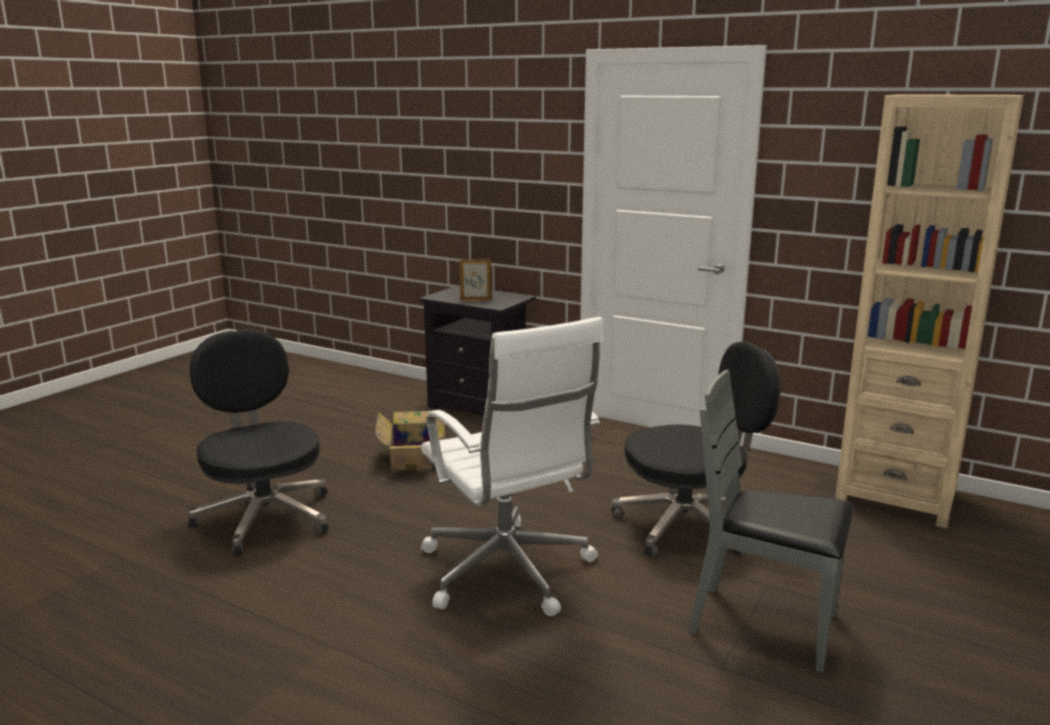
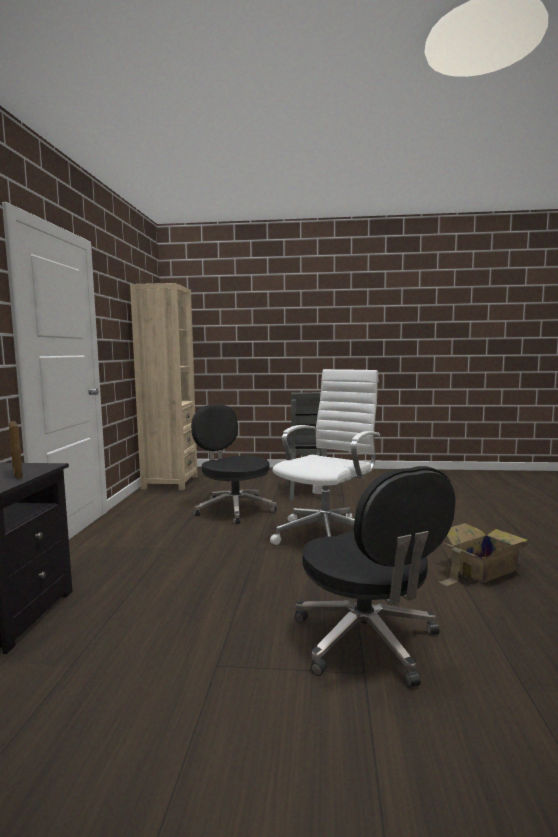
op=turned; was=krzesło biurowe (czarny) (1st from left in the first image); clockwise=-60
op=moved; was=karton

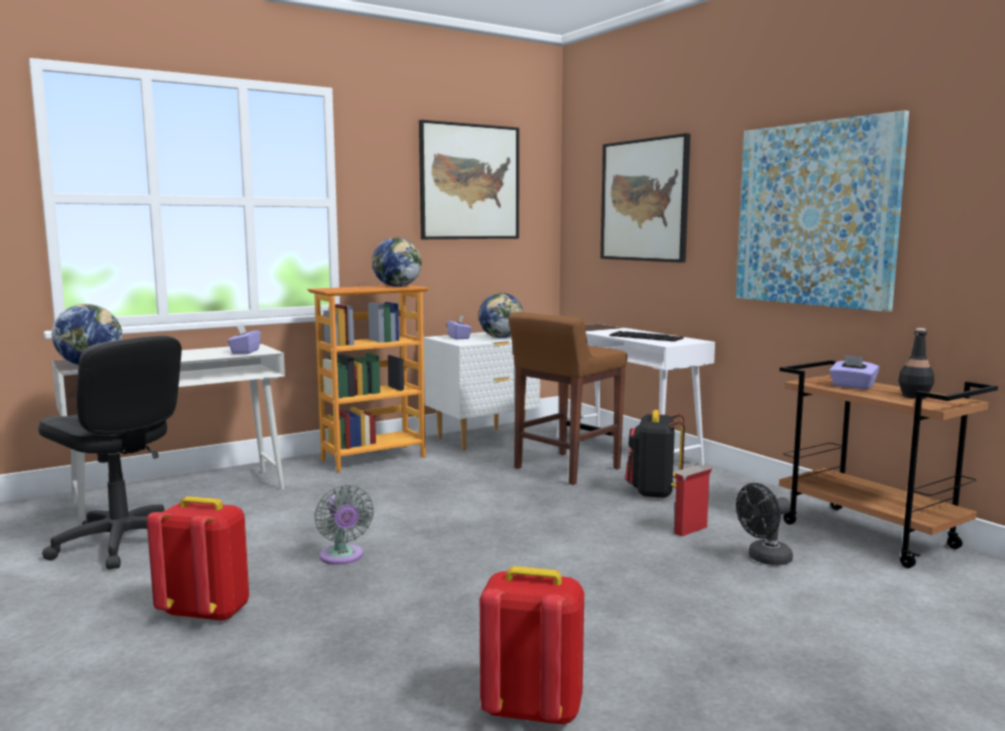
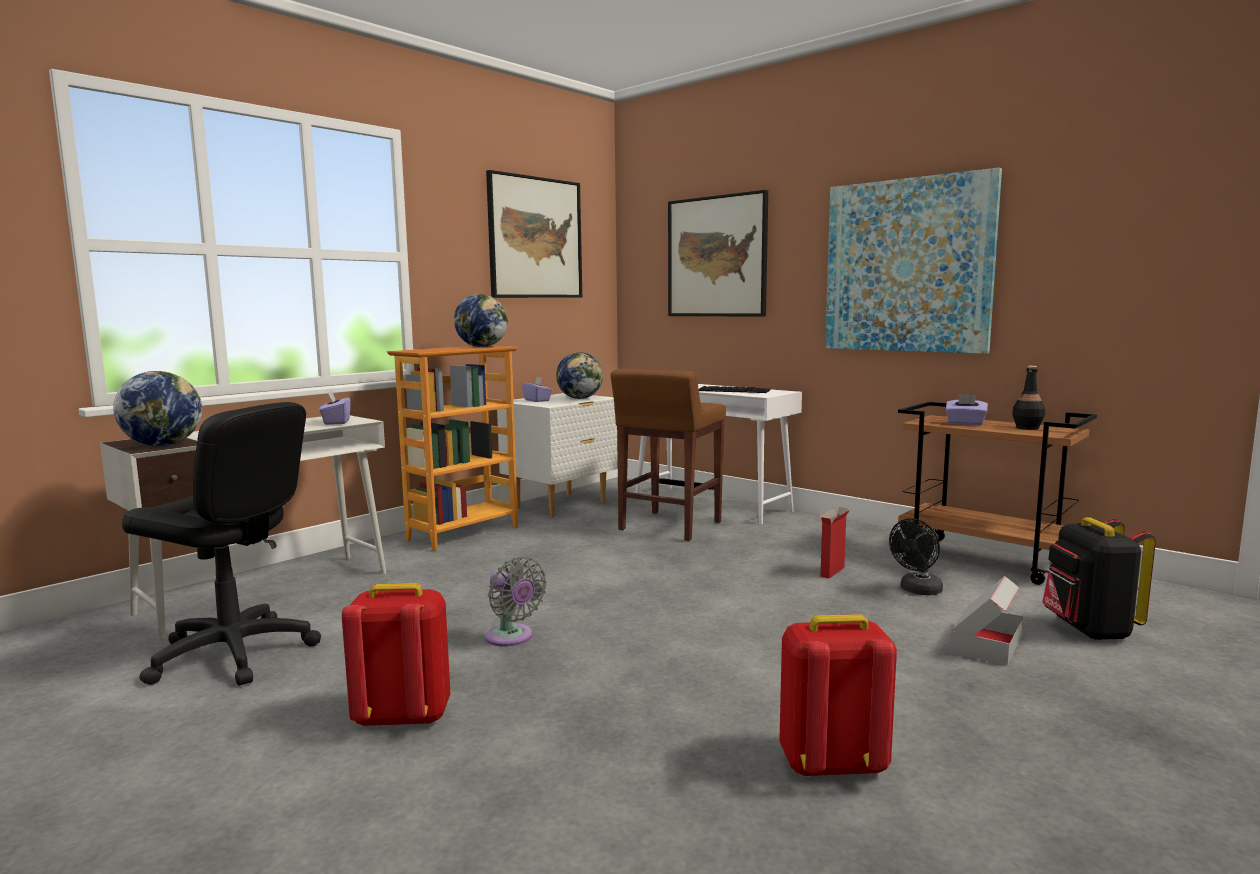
op=moved; was=plecak (czarny)
op=added; now=karton (2nd from left)

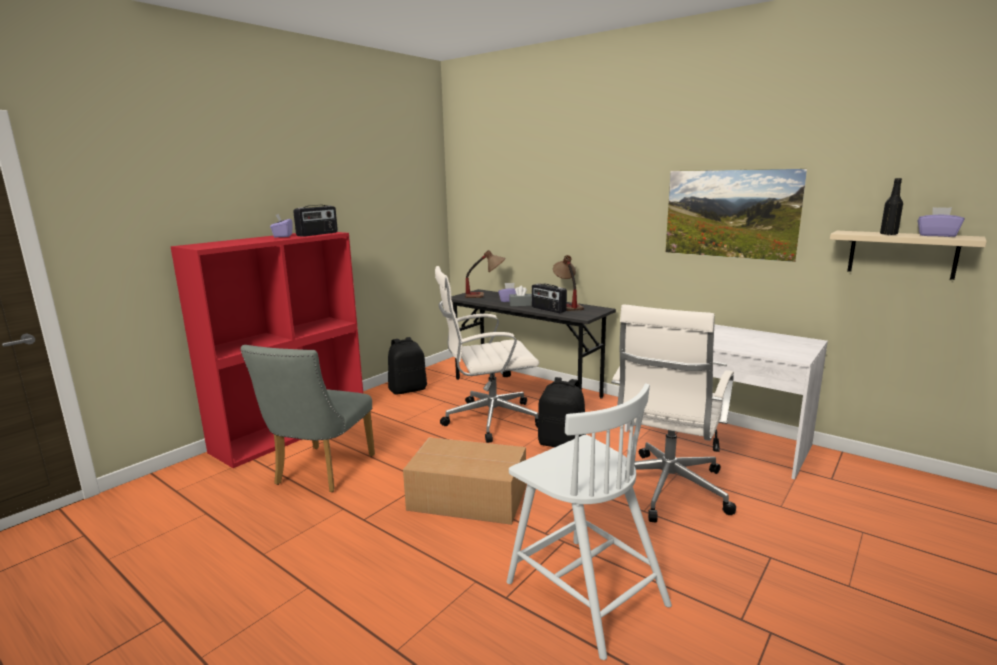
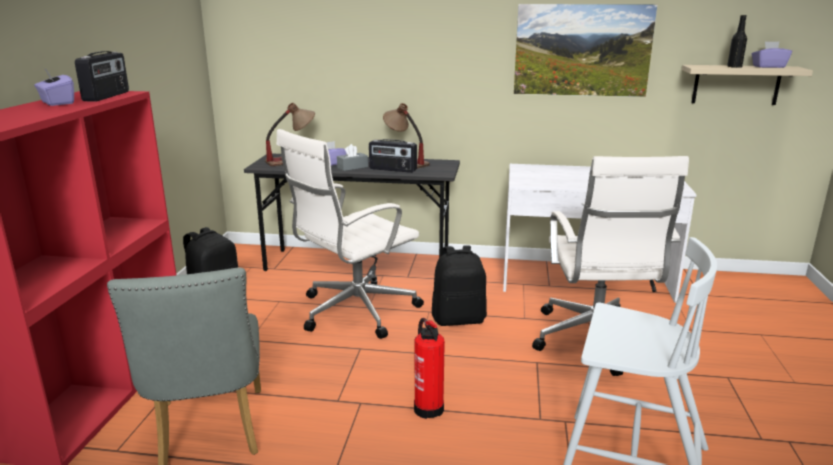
op=replaced; was=karton; now=gaśnica

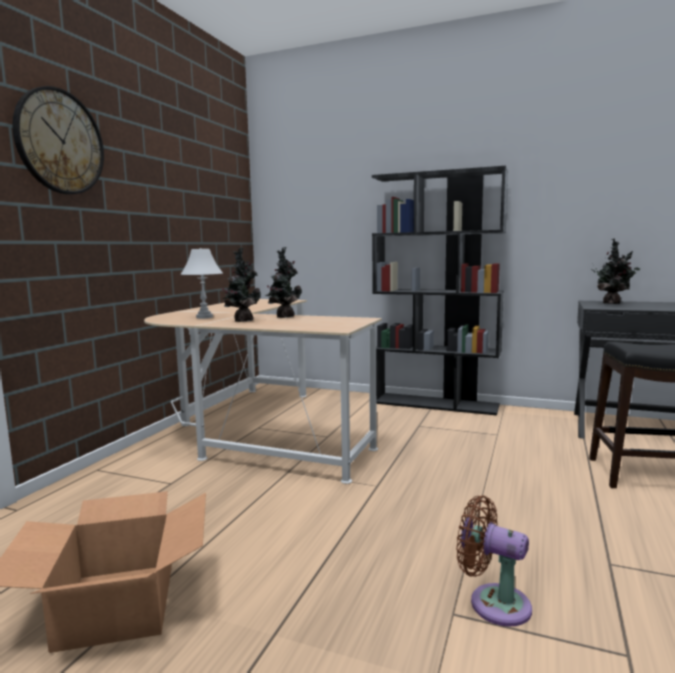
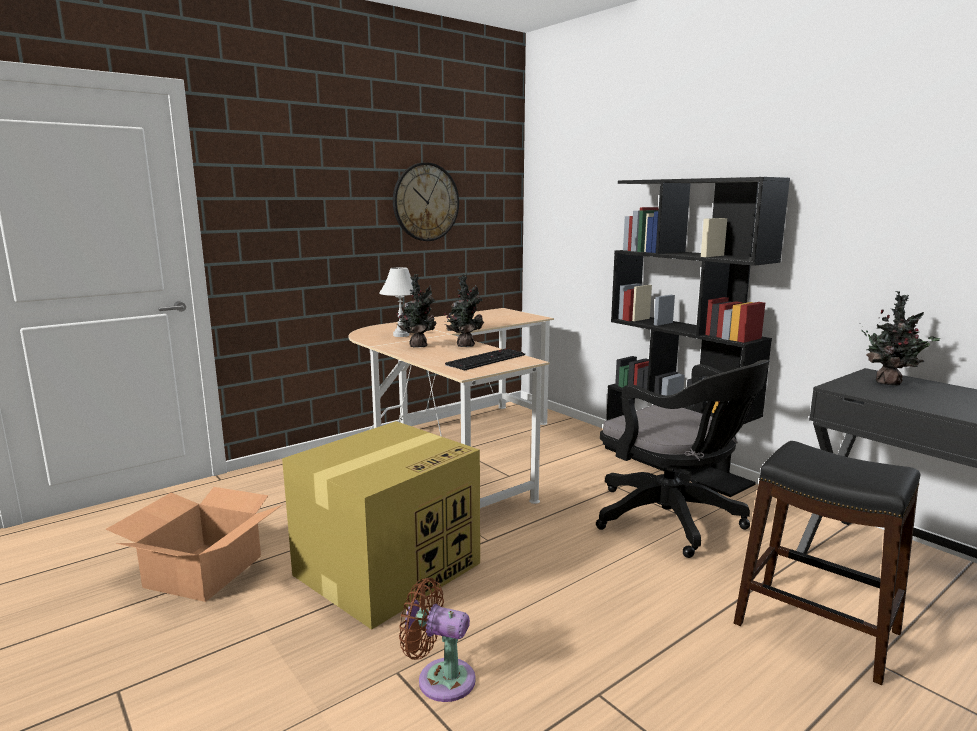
op=moved; was=zegar ścienny
op=turned; was=wentylator (brązowy); clockwise=-45
op=added; now=karton (2nd from left)
op=added; now=klawiatura
op=added; now=krzesło biurowe (czarny)

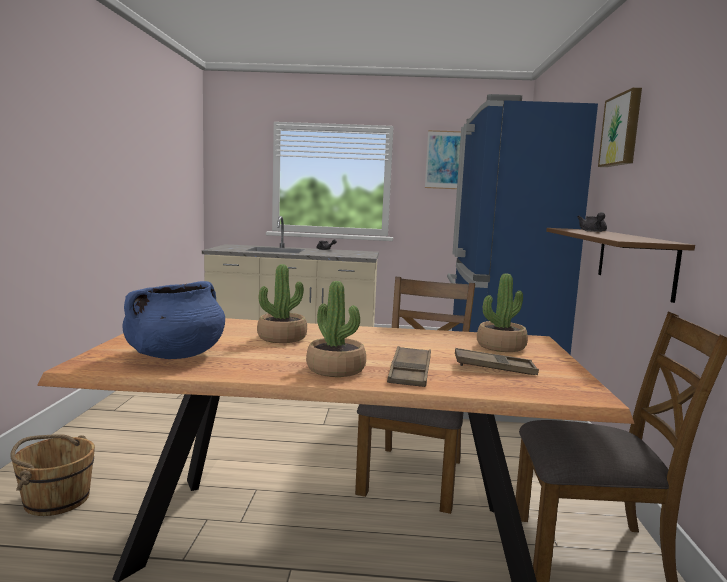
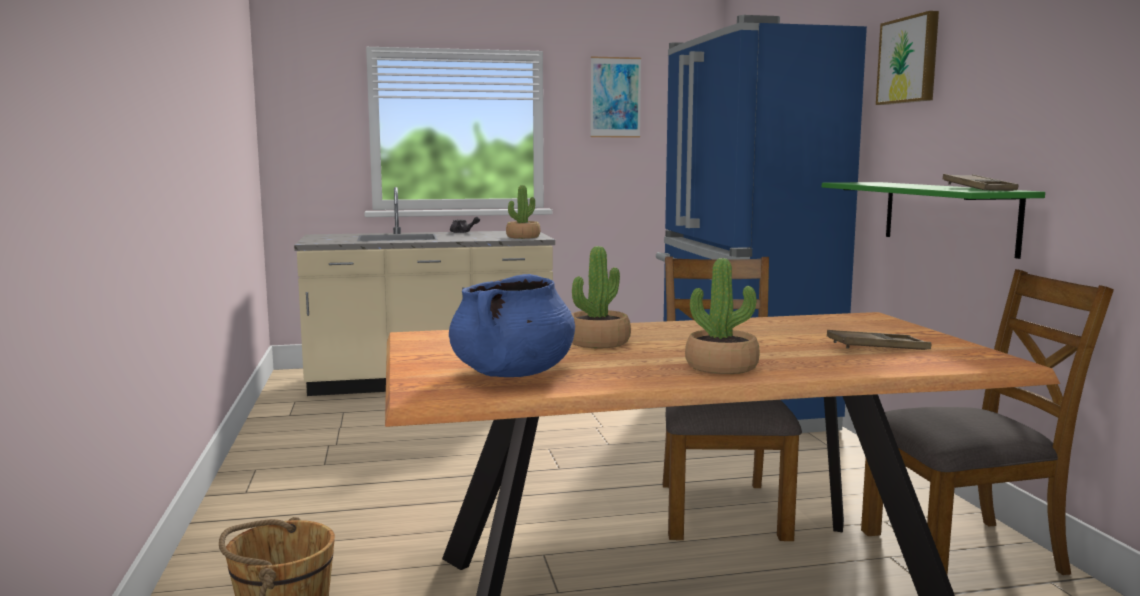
op=moved; was=taca (brązowy) (1st from left in the first image); now=taca (brązowy) (2nd from left)
op=moved; was=roślina doniczkowa (3rd from left in the first image); now=roślina doniczkowa (1st from left)
op=recoloured; was=półka (brązowy); now=półka (zielony)
op=removed; was=imbryk (szary) (2nd from left)

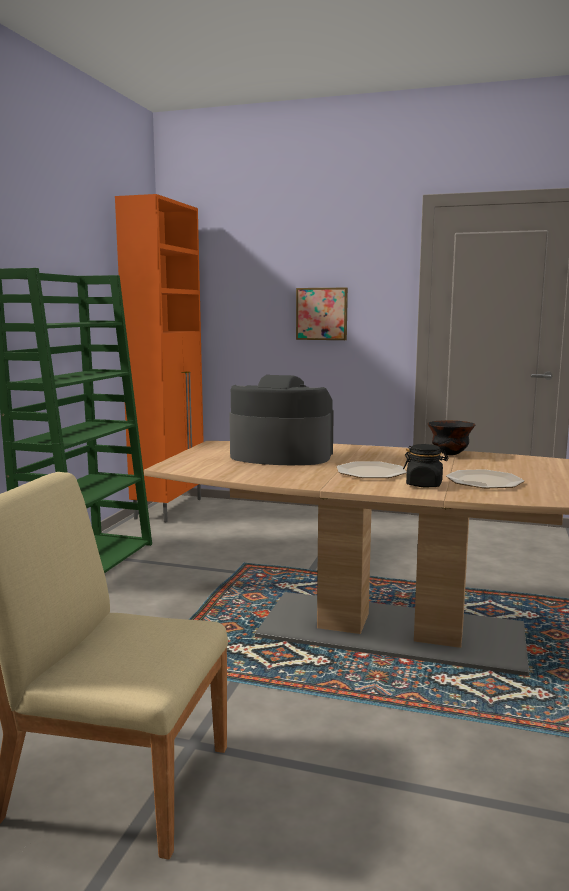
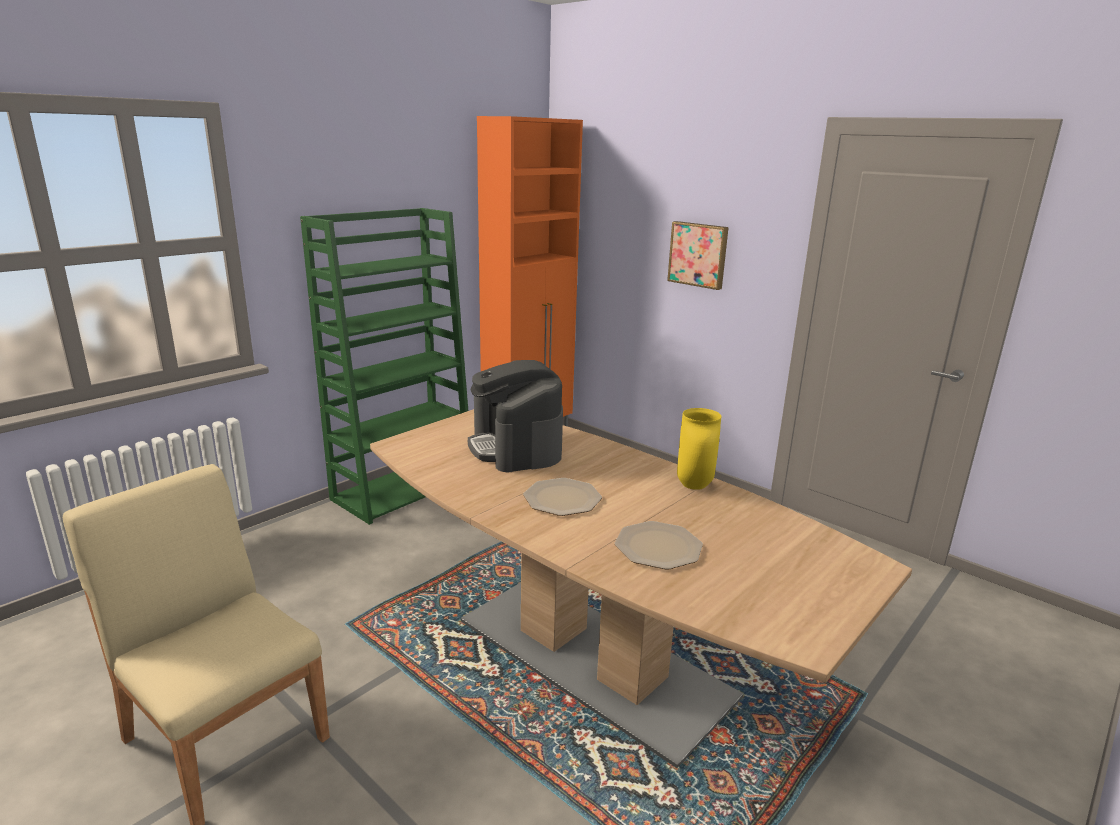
op=turned; was=ekspres do kawy; clockwise=-150
op=removed; was=słoik (czarny)
op=replaced; was=miska (czarny); now=wazon (żółty)

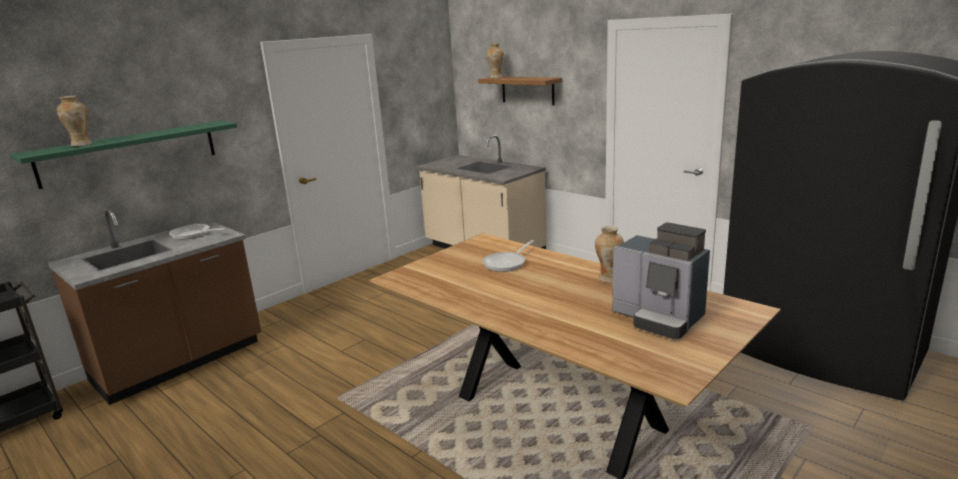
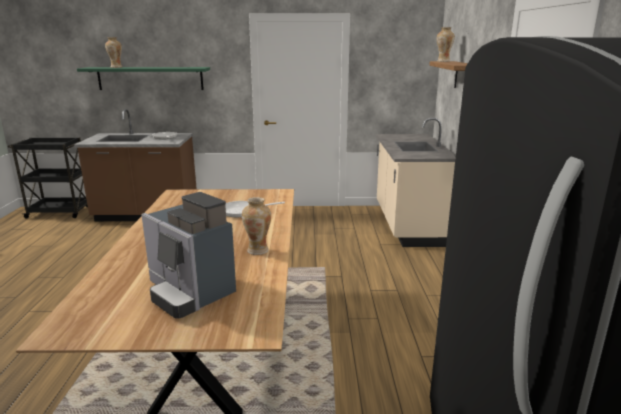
op=turned; was=ekspres do kawy; clockwise=-45

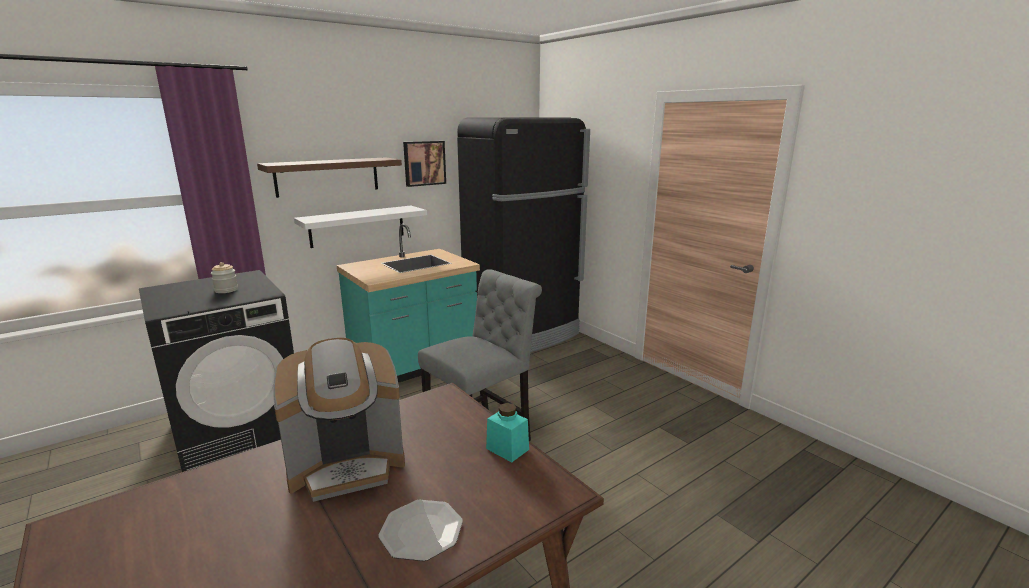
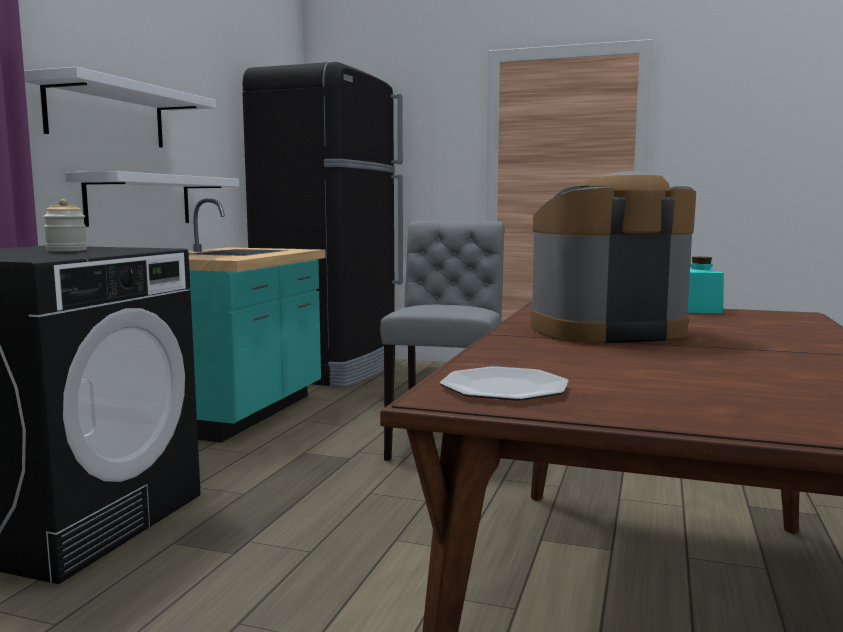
op=recoloured; was=półka (brązowy); now=półka (biały) (1st from left)
op=turned; was=ekspres do kawy; clockwise=-135
op=moved; was=talerz
op=removed; was=obraz

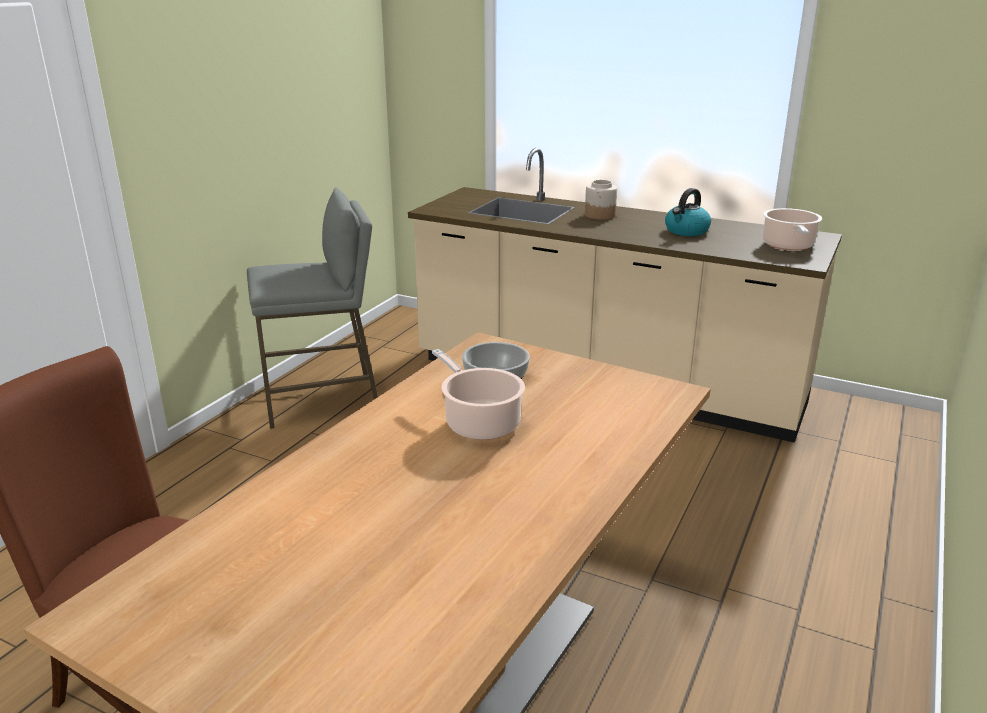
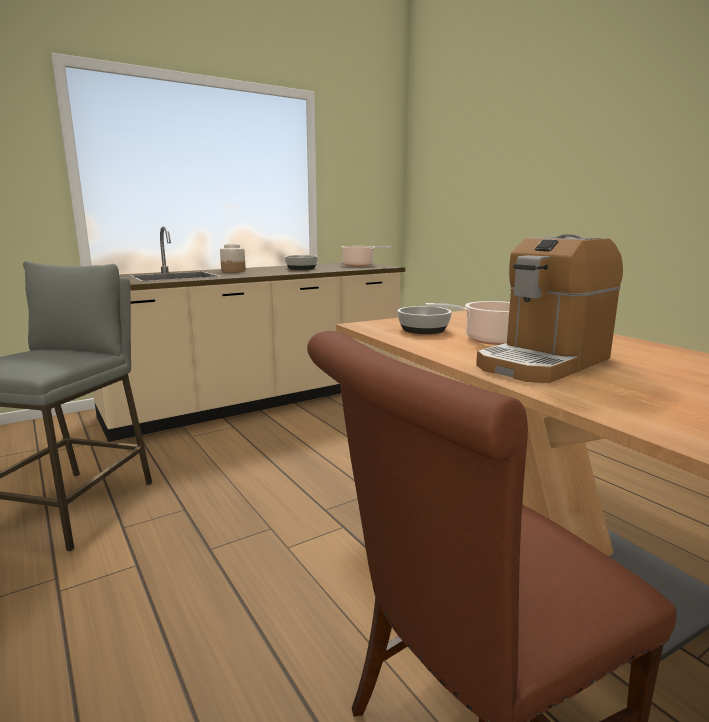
op=replaced; was=czajnik; now=miska (1st from left)
op=added; now=ekspres do kawy

